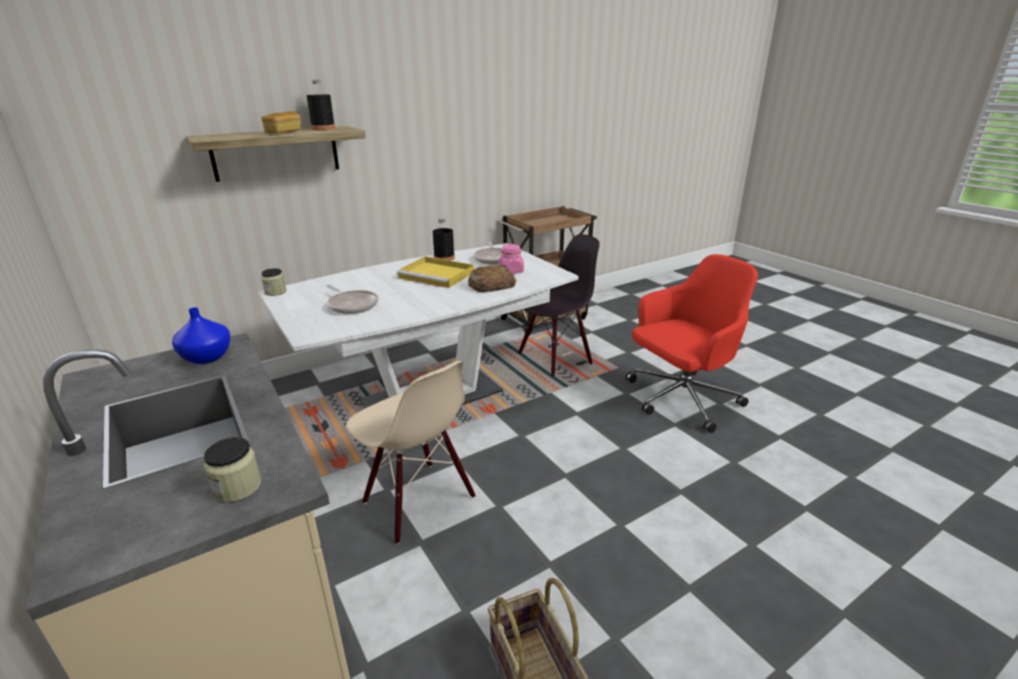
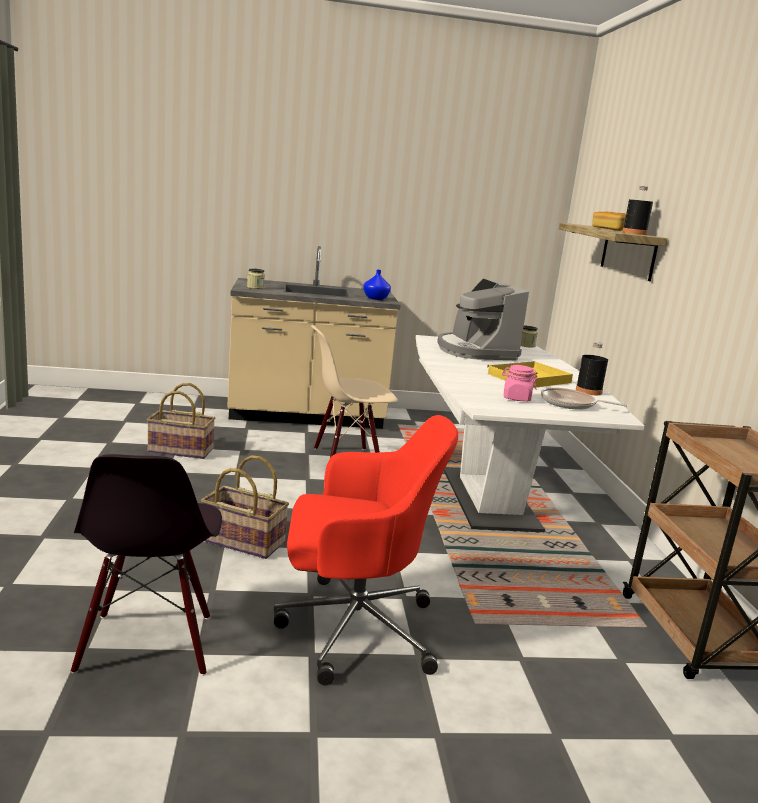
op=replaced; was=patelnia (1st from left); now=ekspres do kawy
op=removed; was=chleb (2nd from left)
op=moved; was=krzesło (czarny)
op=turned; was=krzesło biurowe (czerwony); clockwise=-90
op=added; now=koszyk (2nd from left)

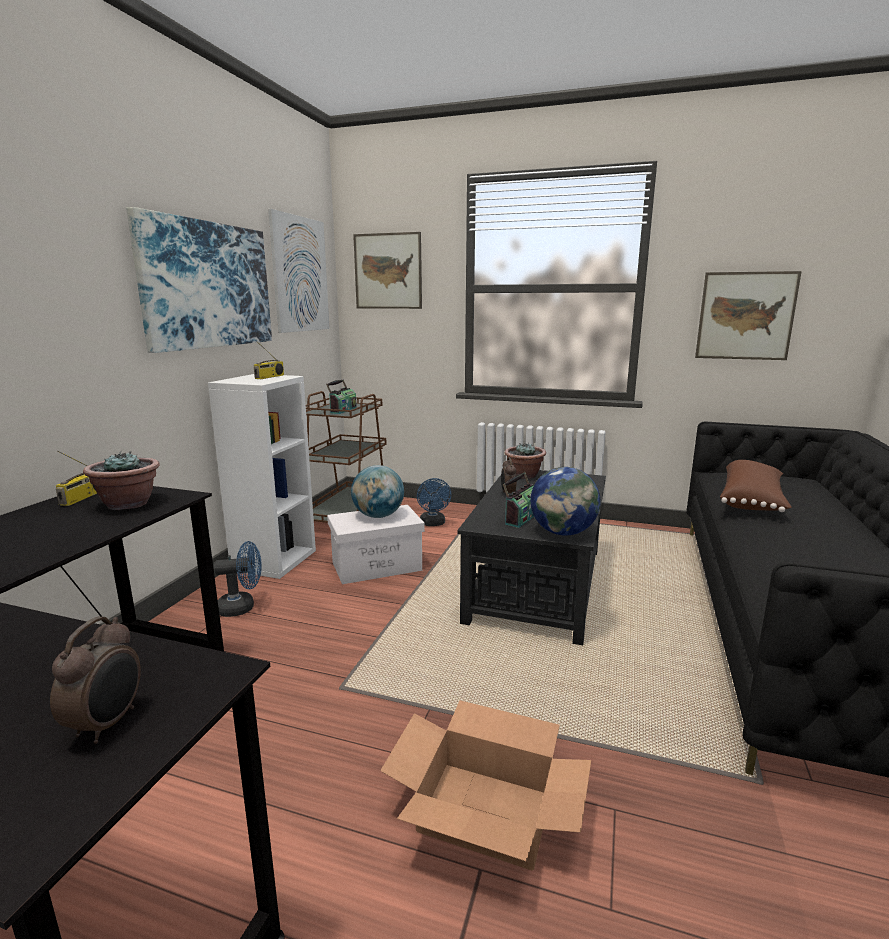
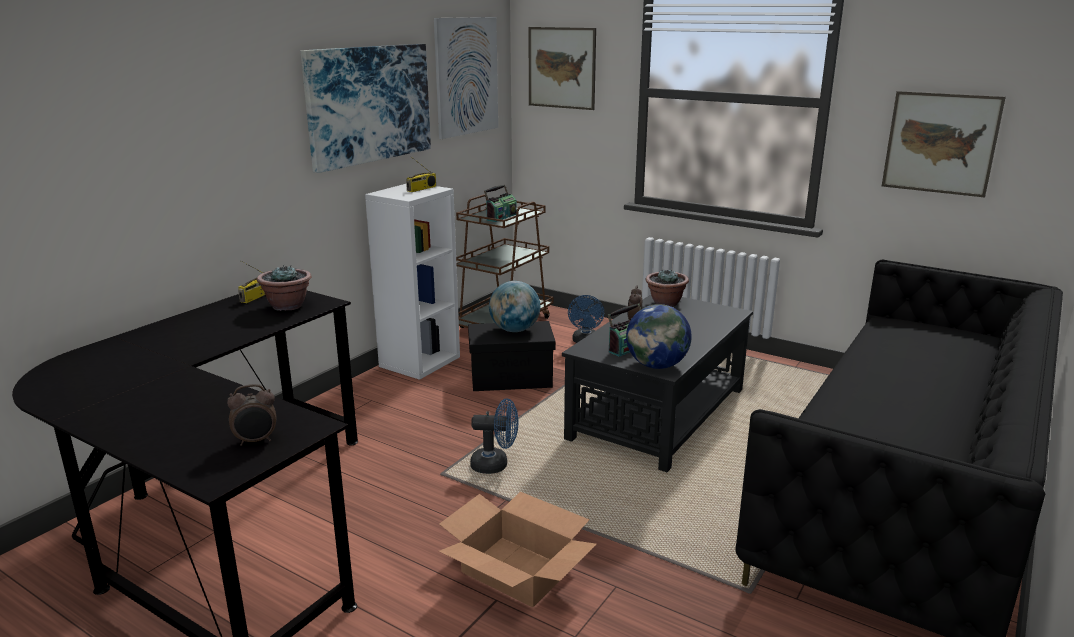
op=turned; was=budzik (1st from left); clockwise=45
op=moved; was=wentylator (niebieski) (1st from left)
op=recoloured; was=pojemnik do przechowywania (biały); now=pojemnik do przechowywania (czarny)
op=removed; was=poduszka (brązowy)

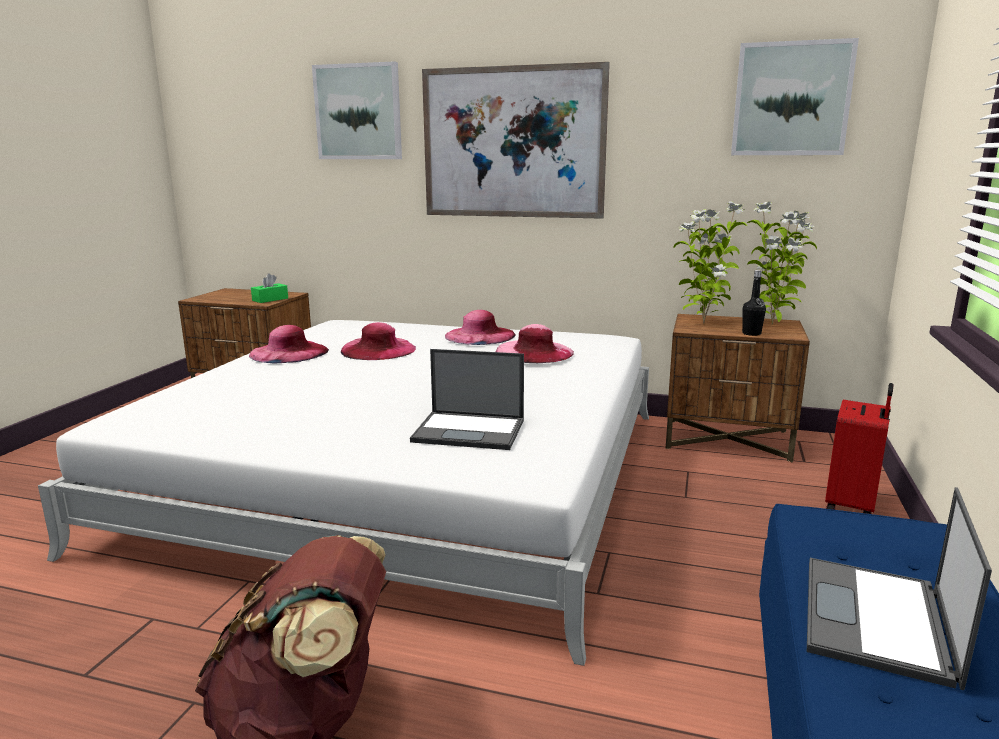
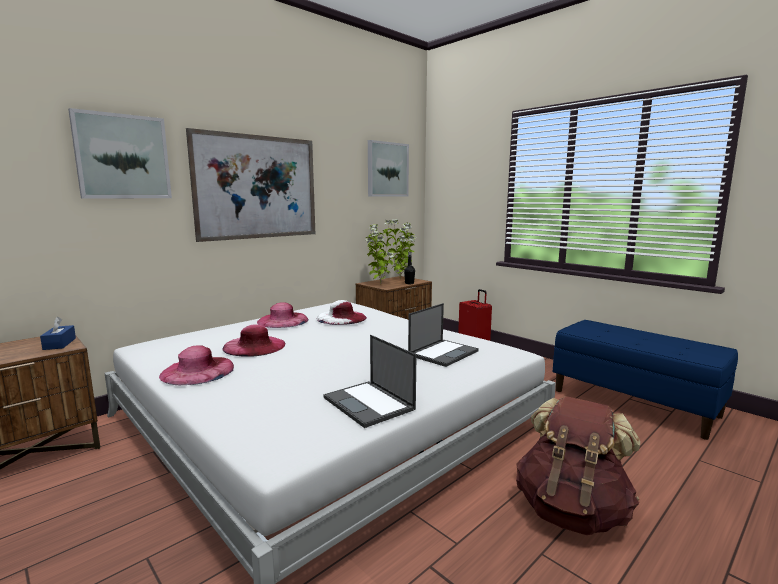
op=recoloured; was=pudełko chusteczek (zielony); now=pudełko chusteczek (niebieski)
op=recoloured; was=kapelusz (różowy) (4th from left); now=kapelusz (biały)
op=moved; was=laptop (2nd from left in the first image); now=laptop (1st from left)

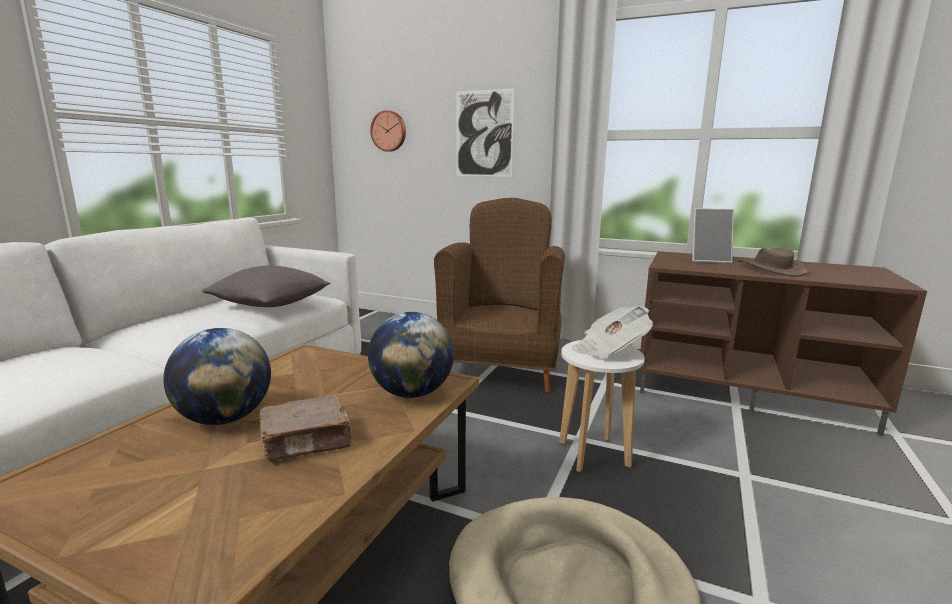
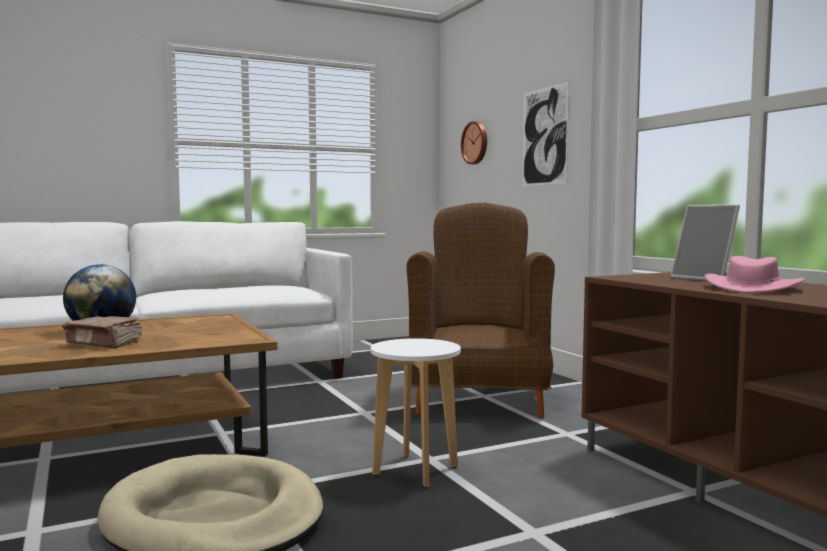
op=removed; was=poduszka (szary)
op=removed; was=globus (2nd from left)
op=turned; was=fotel (brązowy); clockwise=-45
op=removed; was=gazeta
op=recoloured; was=kapelusz (brązowy); now=kapelusz (różowy)

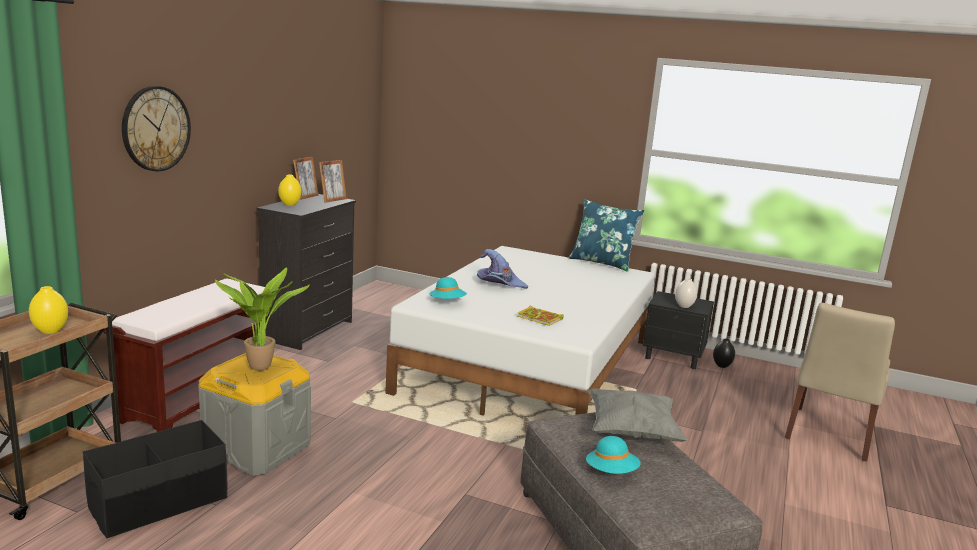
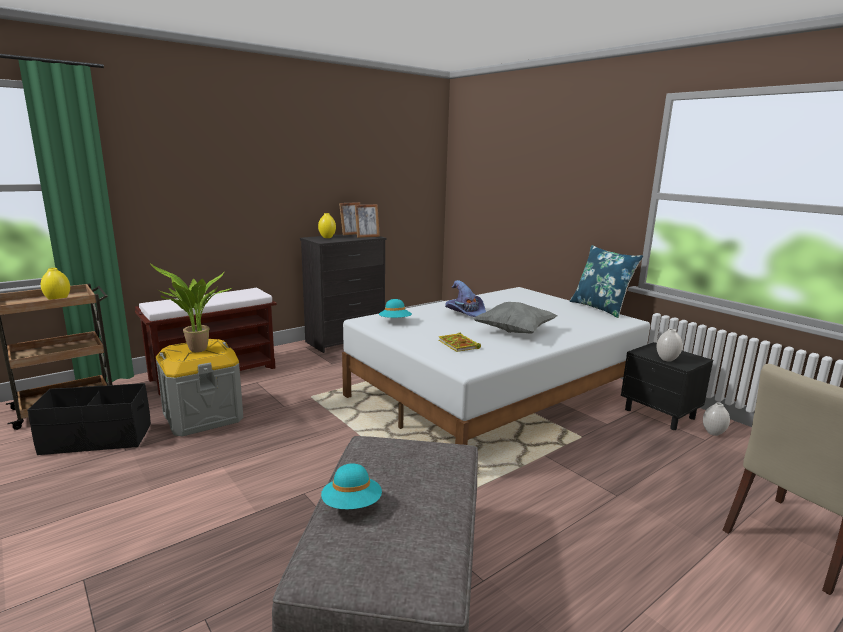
op=removed; was=zegar ścienny
op=moved; was=poduszka (szary)
op=recoloured; was=wazon (czarny); now=wazon (biały) (2nd from left)

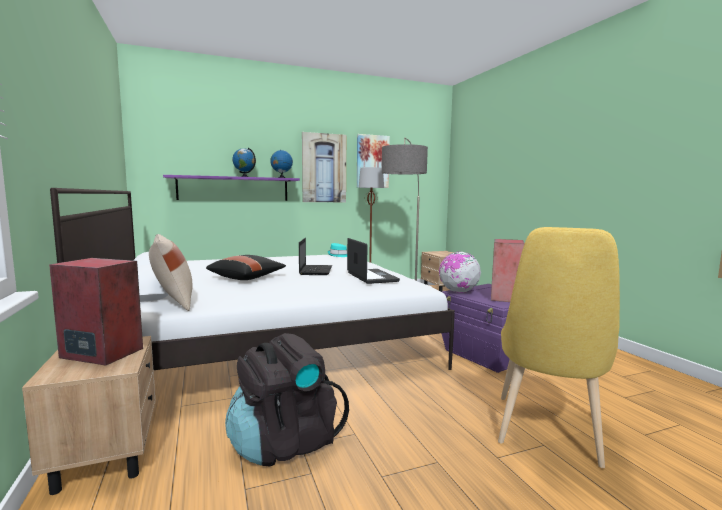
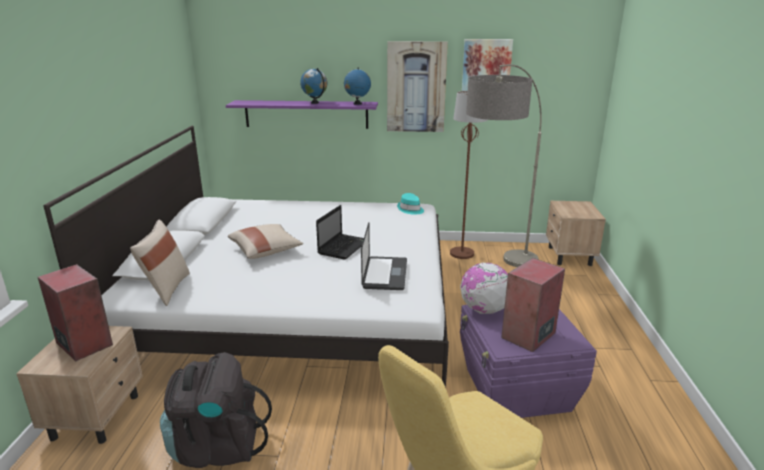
op=recoloured; was=poduszka (czarny); now=poduszka (beżowy) (2nd from left)

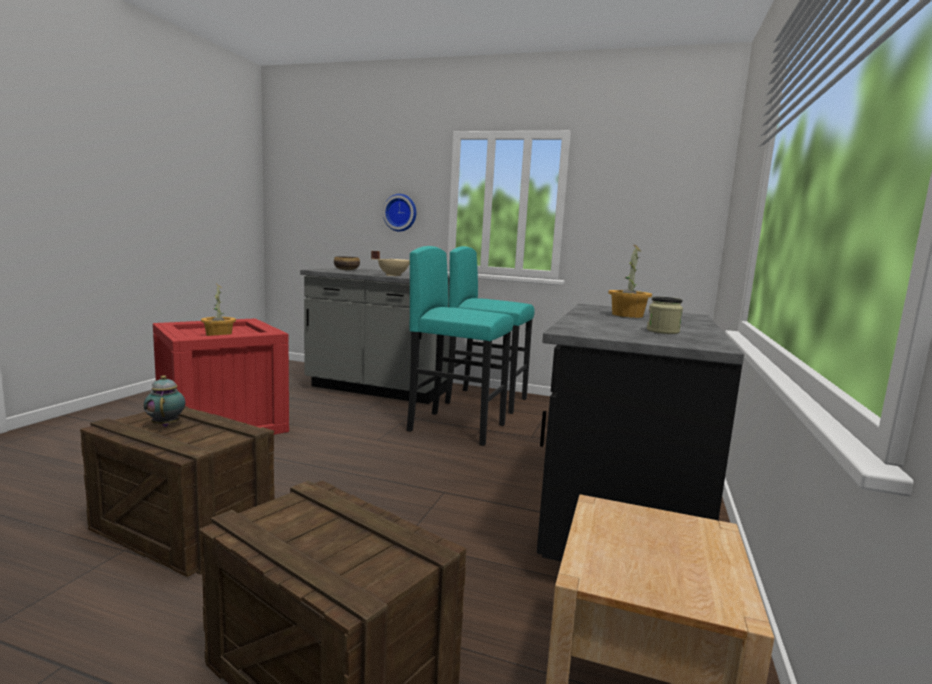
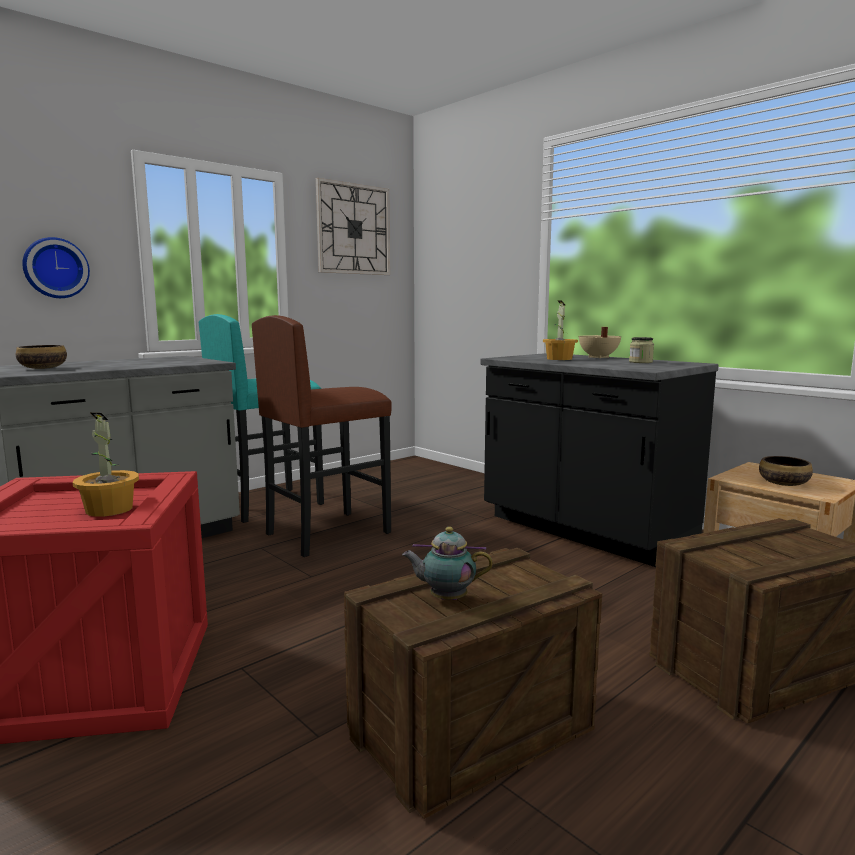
op=moved; was=garnek (beżowy)
op=recoloured; was=stołek (turkusowy) (1st from left); now=stołek (brązowy)
op=added; now=zegar ścienny (2nd from left)
op=added; now=miska (2nd from left)

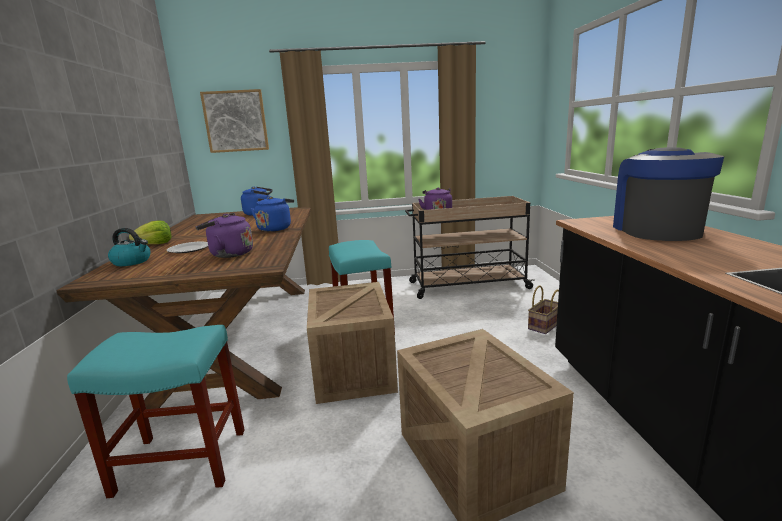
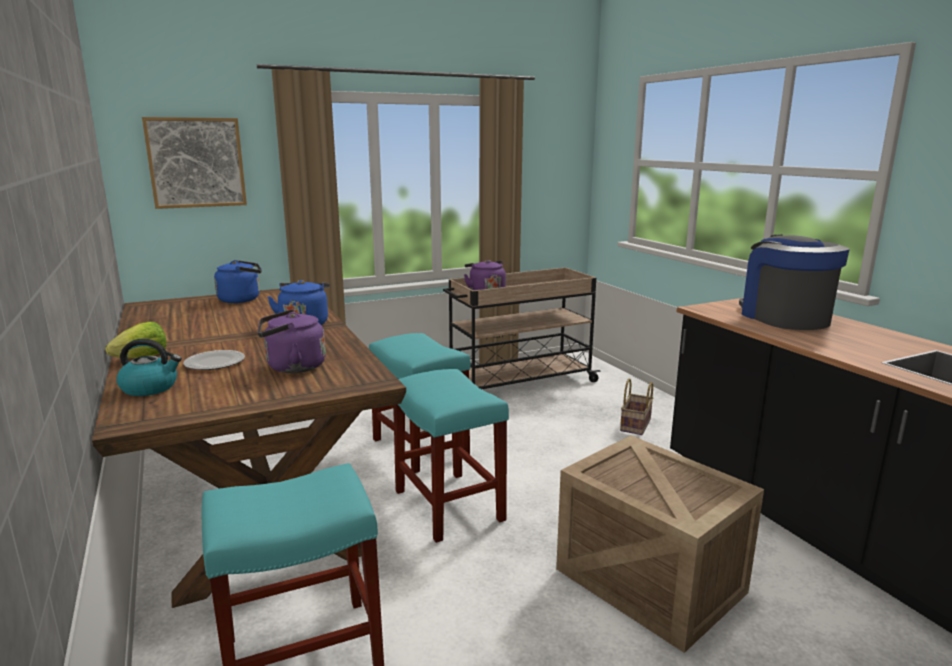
op=replaced; was=skrzynka (1st from left); now=stołek (turkusowy) (3rd from left)

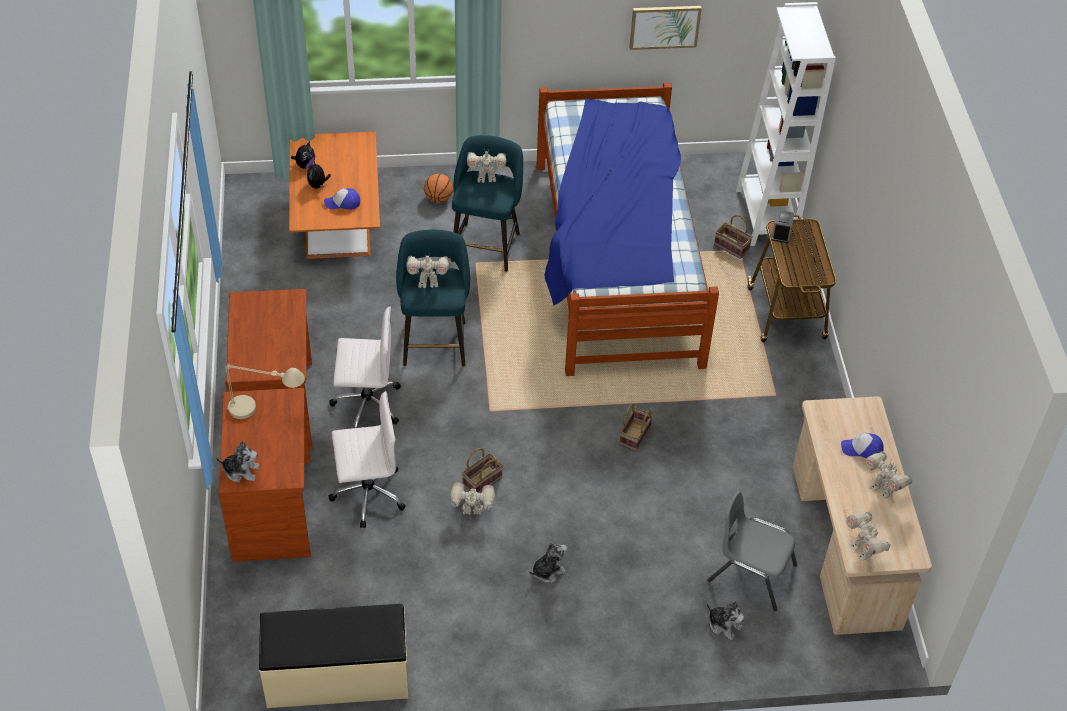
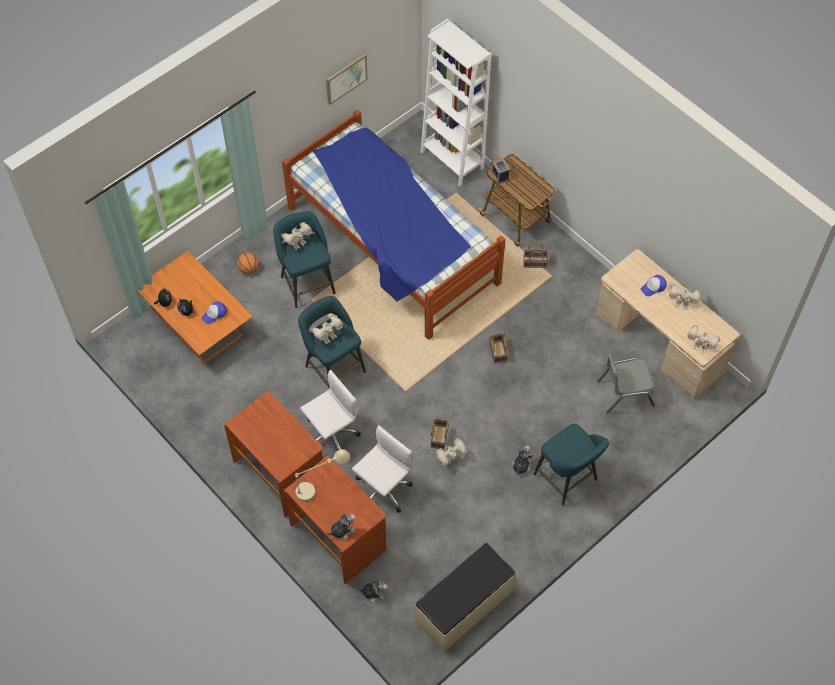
op=moved; was=pluszak (5th from left in the first image); now=pluszak (4th from left)
op=moved; was=koszyk (3rd from left)
op=added; now=stołek (turkusowy) (3rd from left)

